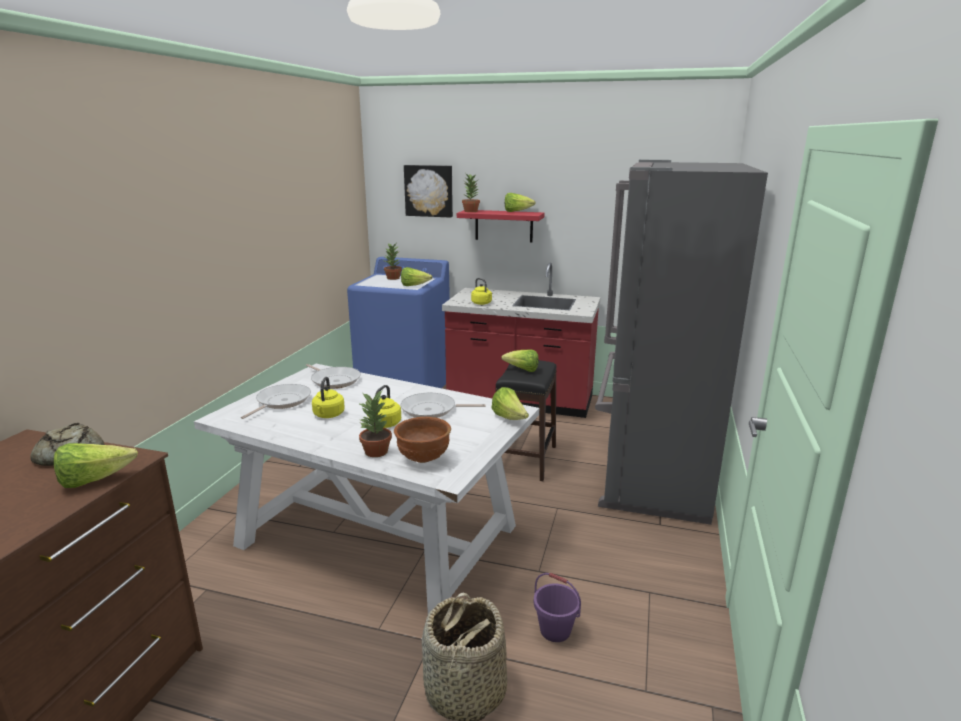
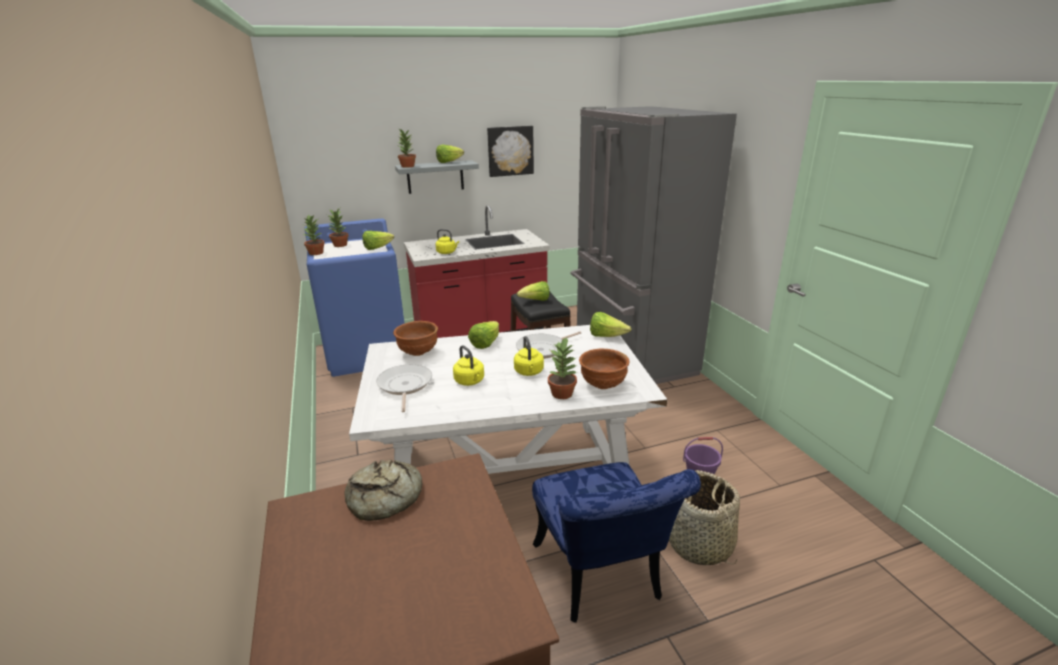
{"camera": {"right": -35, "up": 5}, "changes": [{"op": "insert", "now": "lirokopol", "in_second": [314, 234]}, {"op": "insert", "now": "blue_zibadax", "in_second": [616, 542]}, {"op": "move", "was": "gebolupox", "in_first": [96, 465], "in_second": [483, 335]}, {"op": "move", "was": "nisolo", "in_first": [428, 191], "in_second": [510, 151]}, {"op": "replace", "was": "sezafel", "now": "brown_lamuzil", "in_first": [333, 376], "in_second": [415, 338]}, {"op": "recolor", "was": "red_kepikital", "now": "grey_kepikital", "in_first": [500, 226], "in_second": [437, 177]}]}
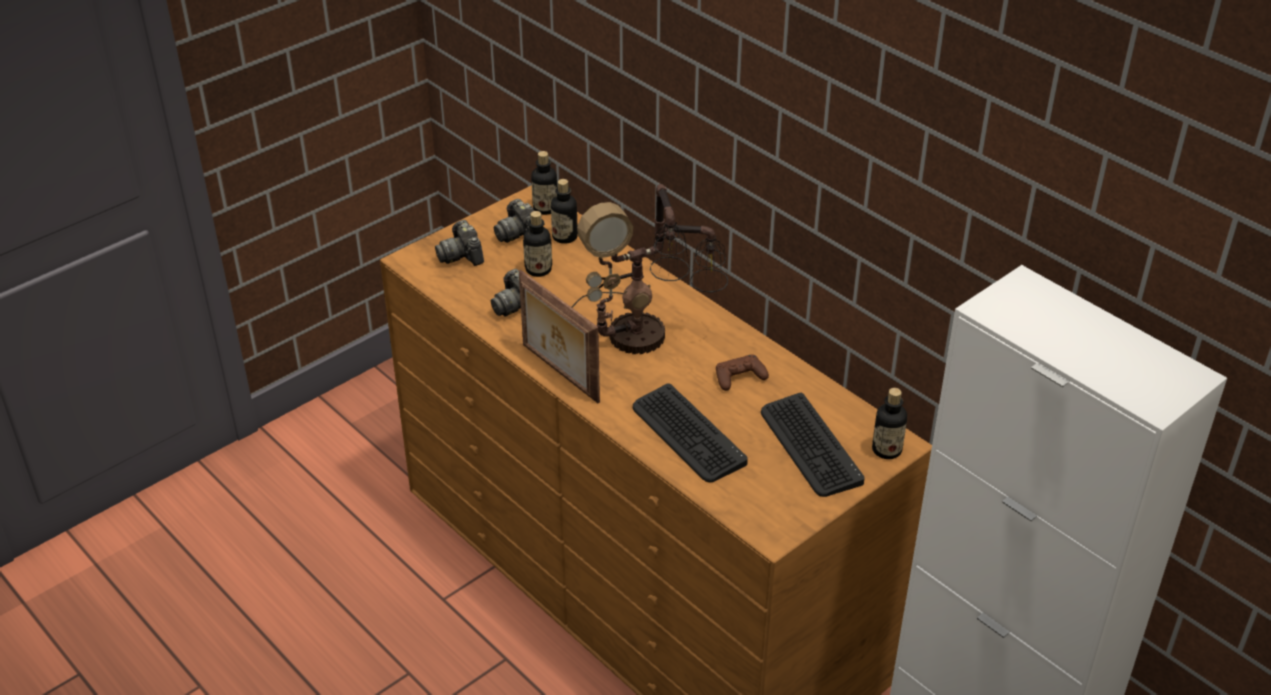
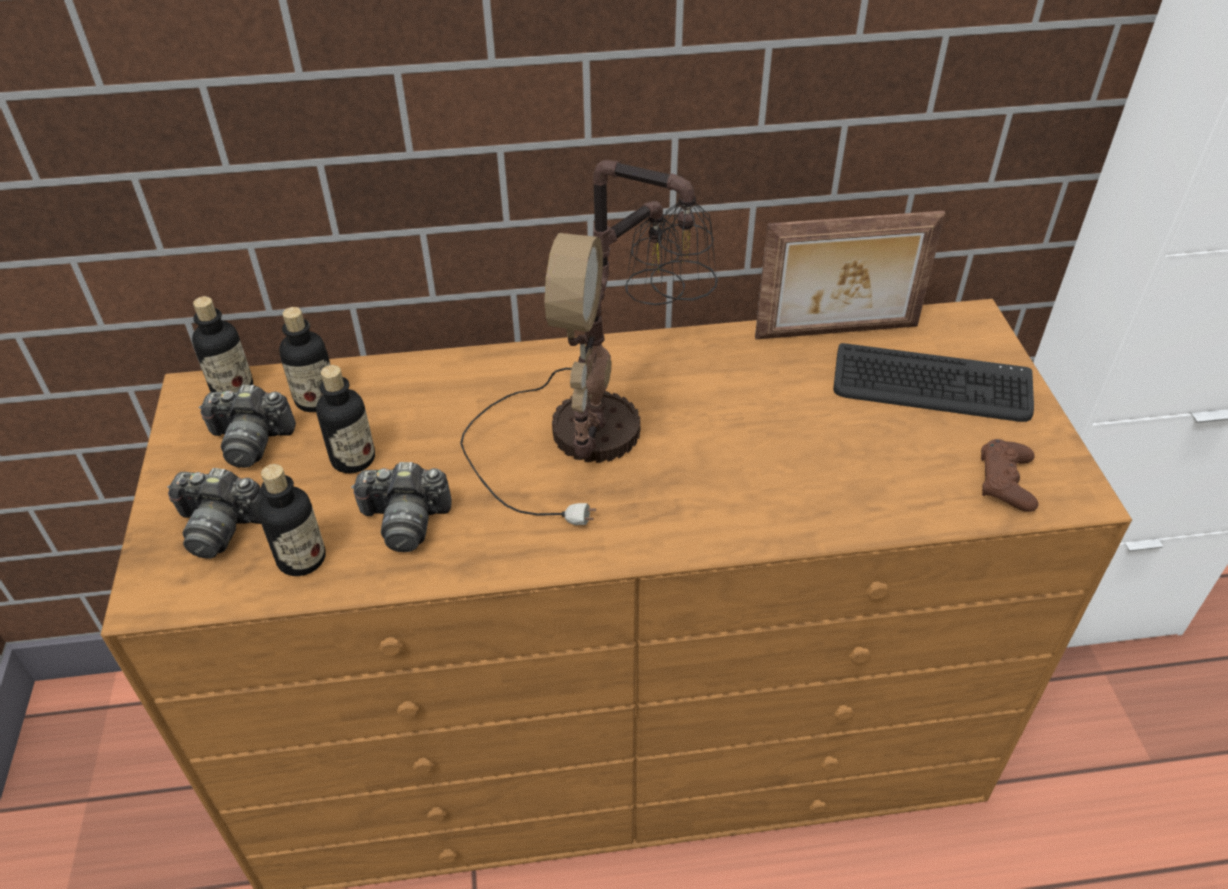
{"camera": {"right": -55, "up": 5}, "changes": [{"op": "delete", "was": "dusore", "in_first": [690, 433]}, {"op": "move", "was": "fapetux", "in_first": [559, 336], "in_second": [850, 275]}, {"op": "move", "was": "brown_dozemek", "in_first": [742, 373], "in_second": [1009, 475]}, {"op": "move", "was": "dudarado", "in_first": [889, 423], "in_second": [292, 520]}]}
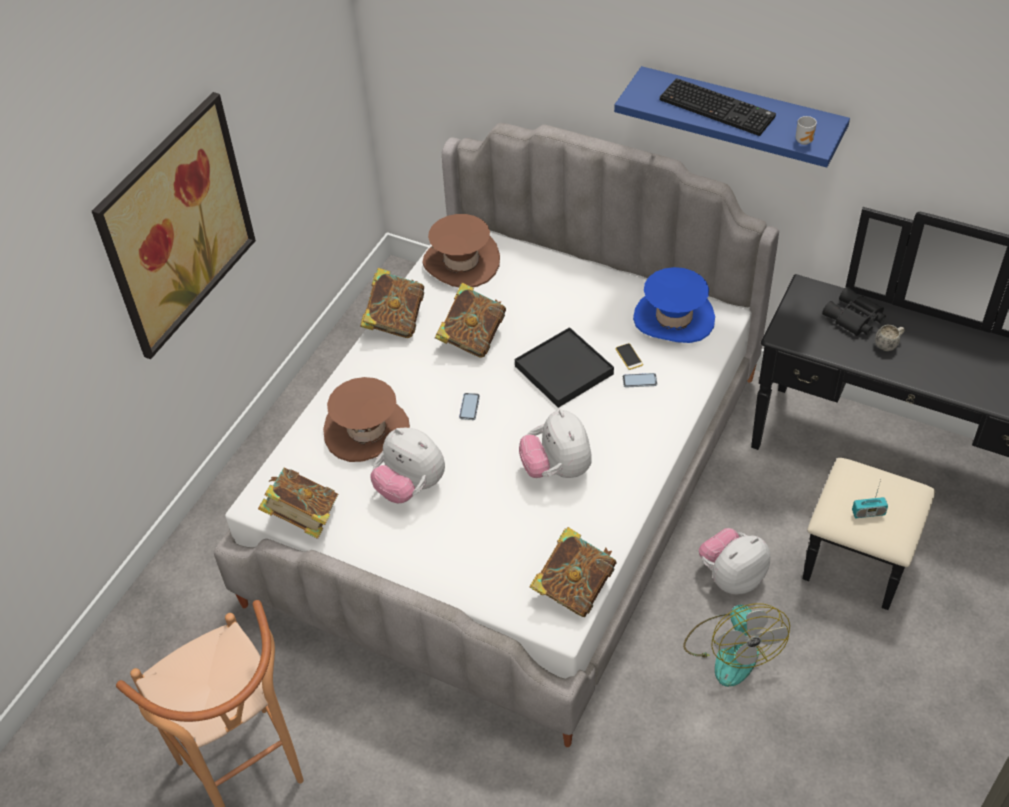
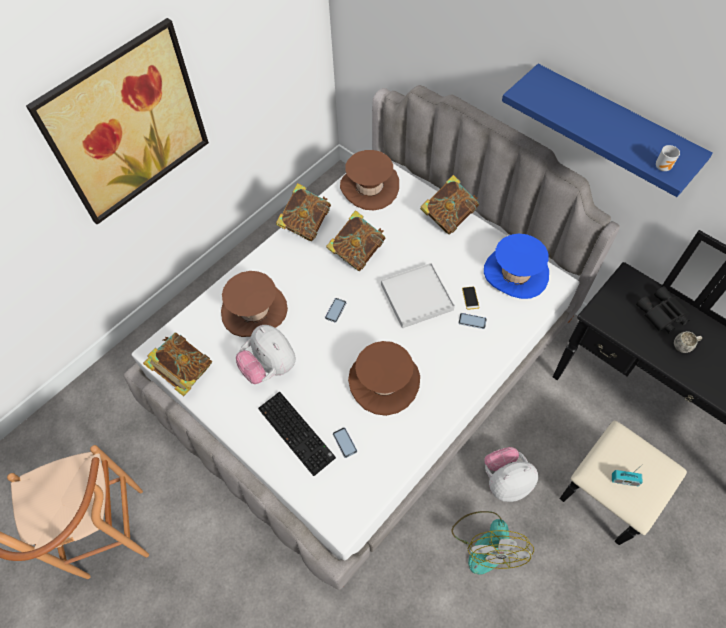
{"camera": {"right": 15, "up": 10}, "changes": [{"op": "insert", "now": "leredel", "in_second": [345, 442]}, {"op": "move", "was": "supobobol", "in_first": [573, 572], "in_second": [449, 204]}, {"op": "move", "was": "dusore", "in_first": [718, 107], "in_second": [297, 434]}, {"op": "replace", "was": "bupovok", "now": "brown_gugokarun", "in_first": [555, 443], "in_second": [384, 378]}, {"op": "recolor", "was": "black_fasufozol", "now": "white_fasufozol", "in_first": [564, 367], "in_second": [418, 295]}]}
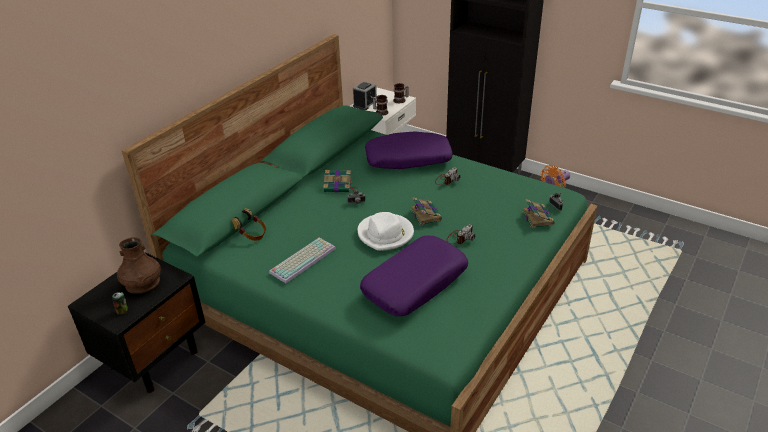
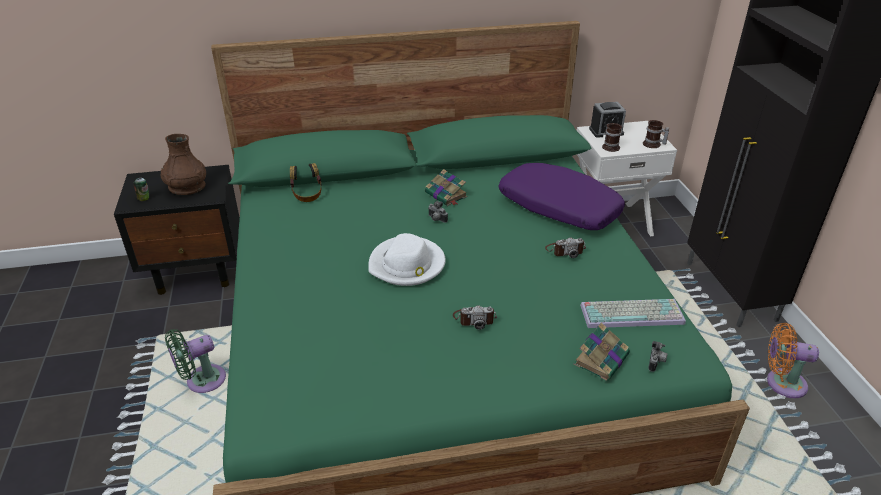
{"camera": {"right": 45, "up": 0}, "changes": [{"op": "delete", "was": "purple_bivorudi", "in_first": [414, 276]}, {"op": "delete", "was": "supobobol", "in_first": [426, 211]}, {"op": "insert", "now": "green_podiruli", "in_second": [195, 361]}, {"op": "move", "was": "dusore", "in_first": [302, 260], "in_second": [633, 313]}]}
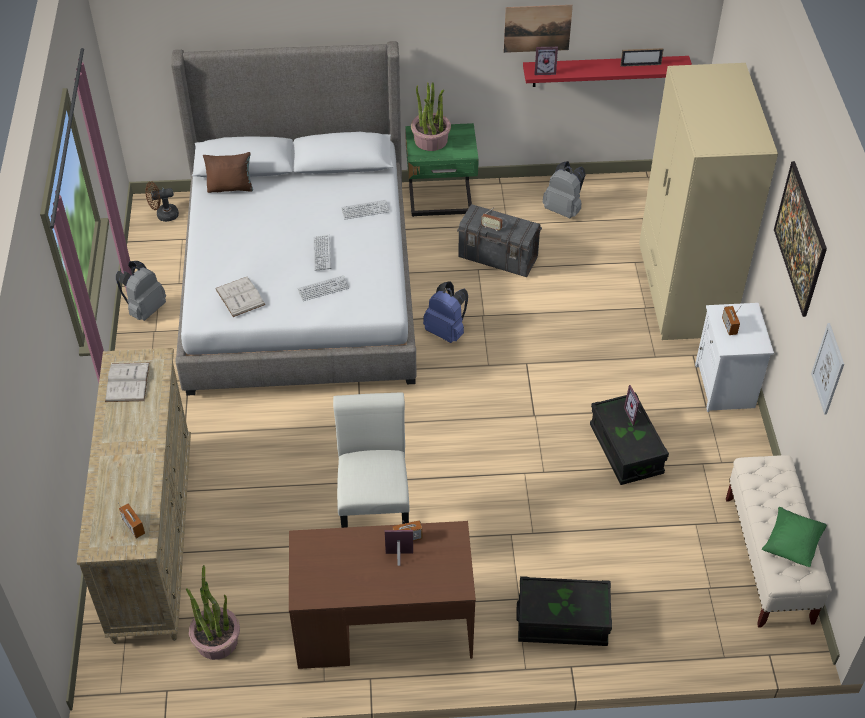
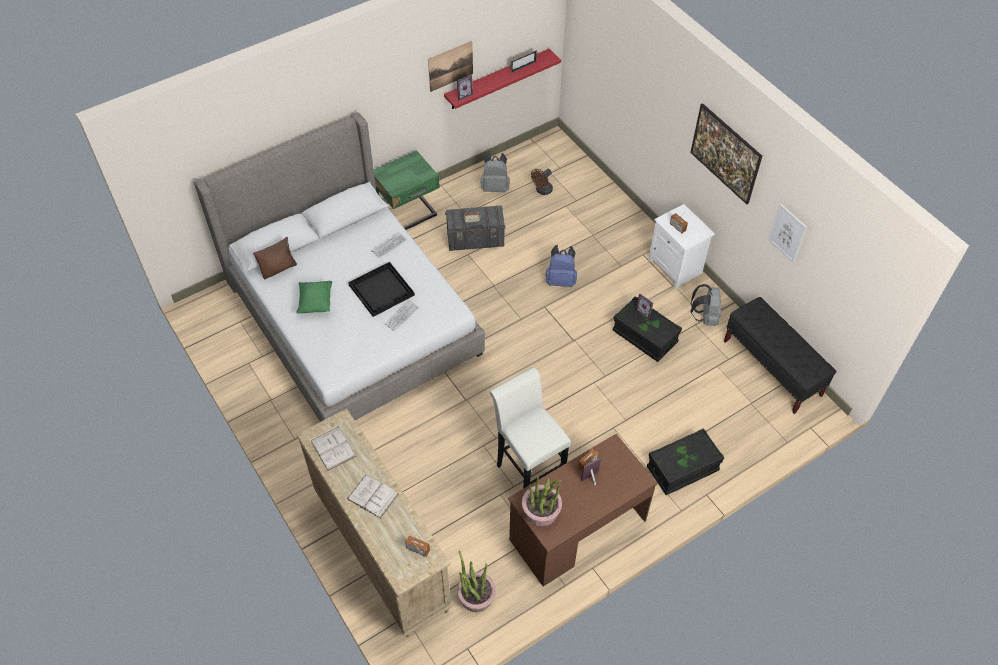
{"camera": {"right": -30, "up": 5}, "changes": [{"op": "delete", "was": "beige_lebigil", "in_first": [708, 201]}, {"op": "move", "was": "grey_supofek", "in_first": [141, 291], "in_second": [705, 305]}, {"op": "move", "was": "brown_podiruli", "in_first": [162, 201], "in_second": [542, 182]}, {"op": "move", "was": "white_supobobol", "in_first": [240, 297], "in_second": [373, 497]}, {"op": "move", "was": "lirokopol", "in_first": [431, 116], "in_second": [542, 501]}, {"op": "move", "was": "blue_supofek", "in_first": [445, 312], "in_second": [561, 266]}, {"op": "move", "was": "green_bivorudi", "in_first": [794, 537], "in_second": [314, 297]}, {"op": "replace", "was": "dusore", "now": "black_fasufozol", "in_first": [322, 253], "in_second": [381, 289]}, {"op": "recolor", "was": "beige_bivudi", "now": "black_bivudi", "in_first": [779, 541], "in_second": [780, 355]}]}
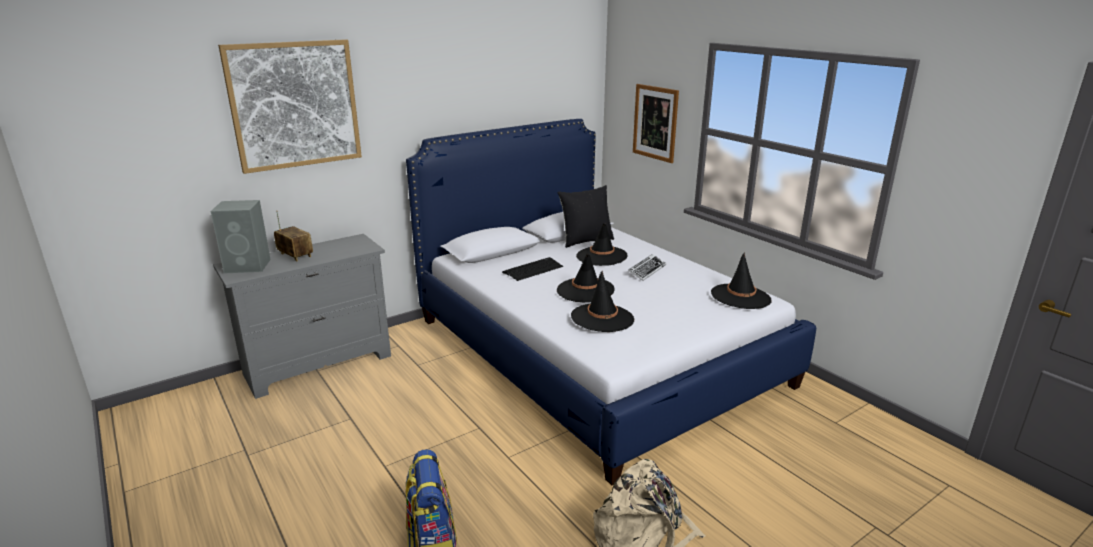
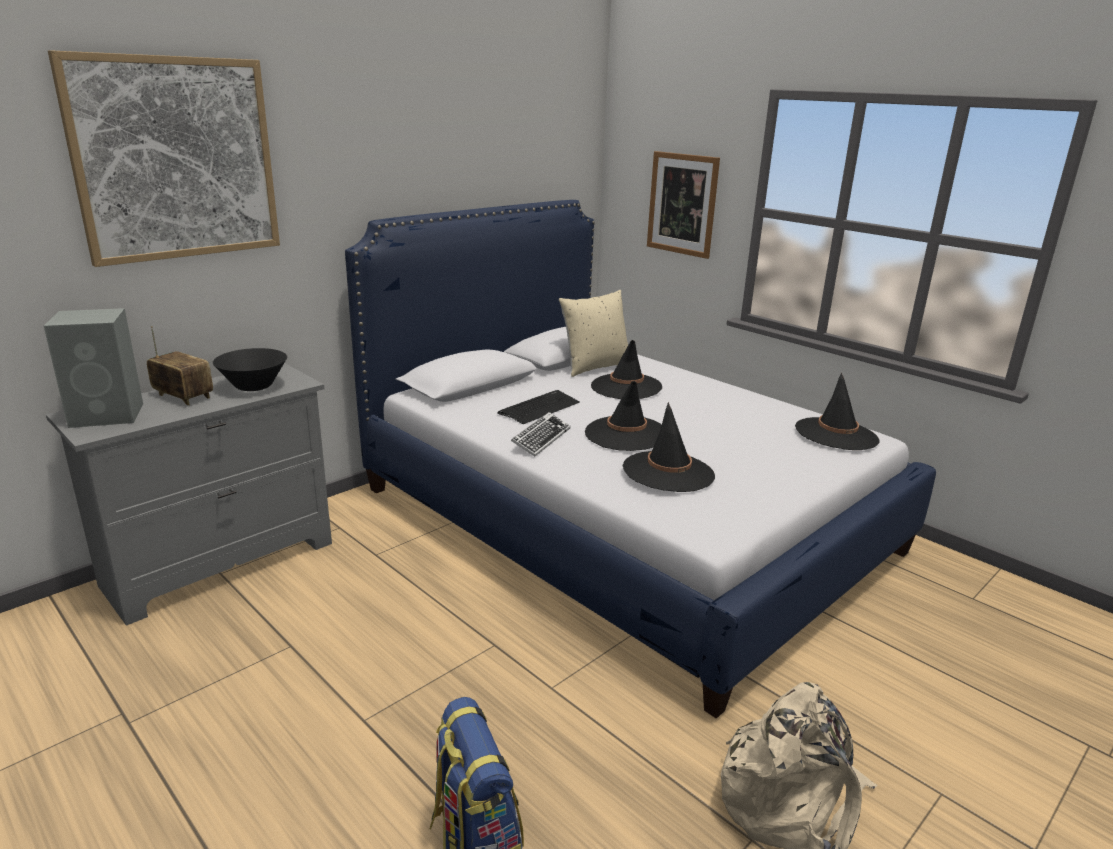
{"camera": {"right": -10, "up": 0}, "changes": [{"op": "insert", "now": "black_lamuzil", "in_second": [250, 369]}, {"op": "move", "was": "dusore", "in_first": [647, 267], "in_second": [541, 434]}, {"op": "recolor", "was": "black_bivorudi", "now": "beige_bivorudi", "in_first": [585, 216], "in_second": [593, 333]}]}
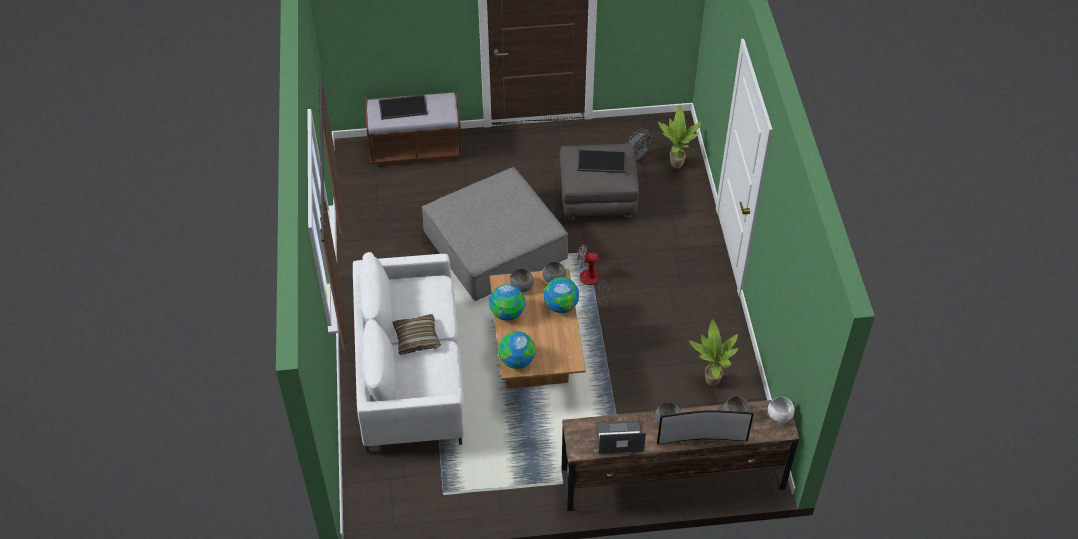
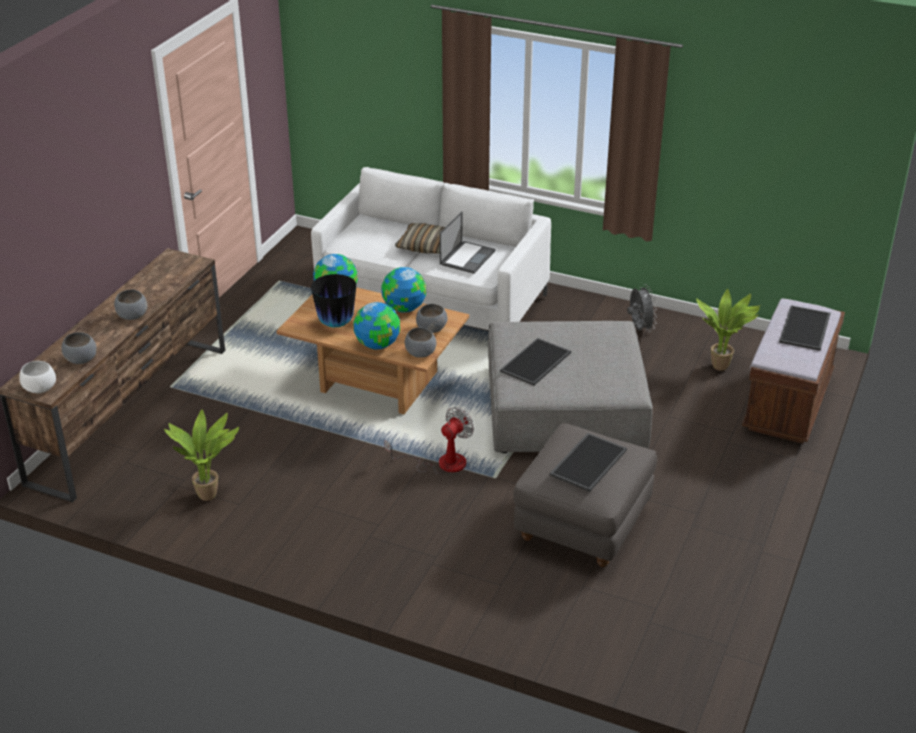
{"camera": {"right": 120, "up": -15}, "changes": [{"op": "delete", "was": "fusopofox", "in_first": [705, 427]}, {"op": "insert", "now": "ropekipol", "in_second": [333, 300]}, {"op": "insert", "now": "fasufozol", "in_second": [535, 361]}, {"op": "move", "was": "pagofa", "in_first": [621, 437], "in_second": [467, 242]}, {"op": "move", "was": "grey_podiruli", "in_first": [639, 144], "in_second": [642, 308]}, {"op": "move", "was": "lirokopol", "in_first": [679, 137], "in_second": [728, 330]}]}
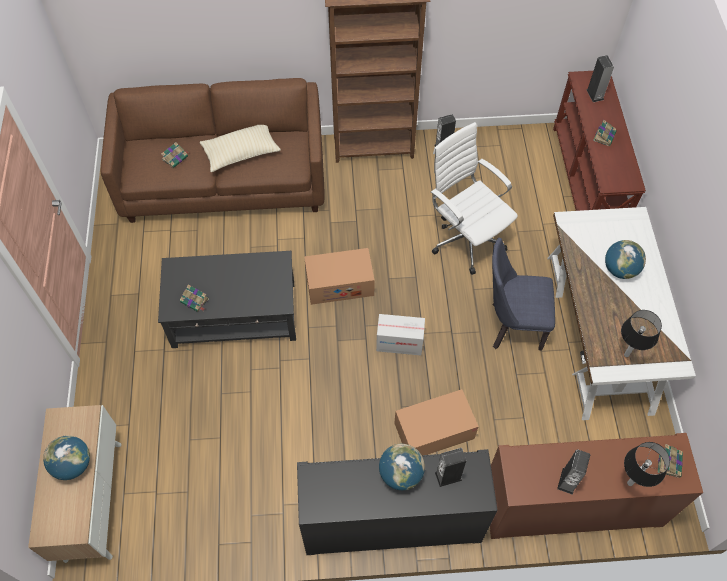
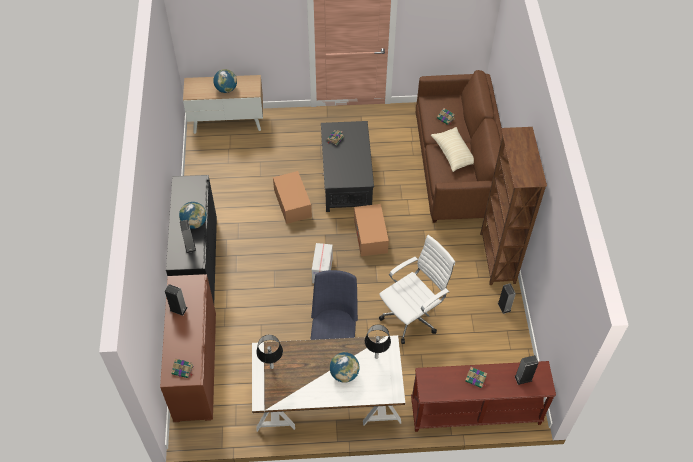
{"camera": {"right": 90, "up": -5}, "changes": [{"op": "move", "was": "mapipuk", "in_first": [436, 422], "in_second": [292, 197]}, {"op": "move", "was": "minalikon", "in_first": [647, 464], "in_second": [378, 341]}]}
